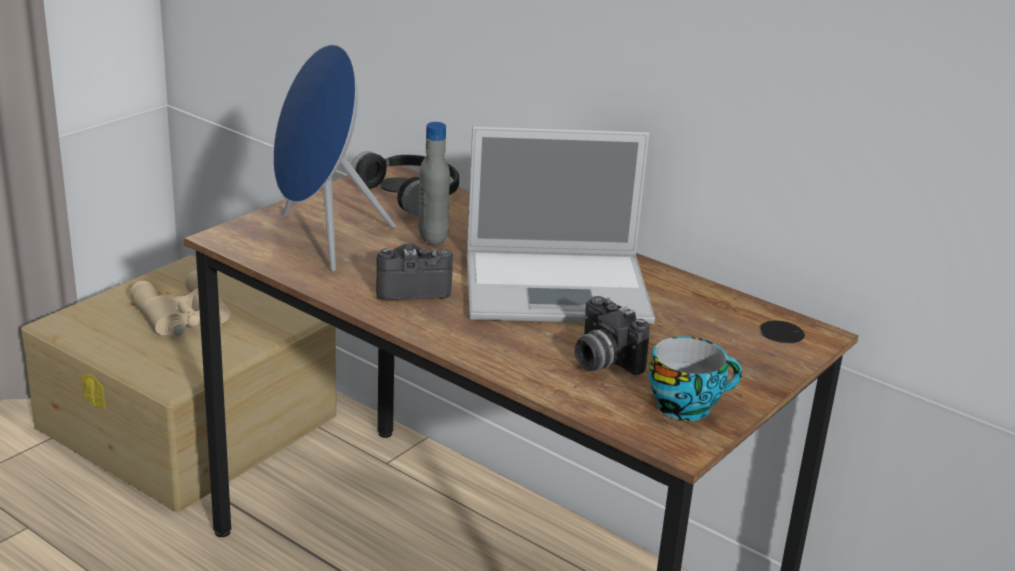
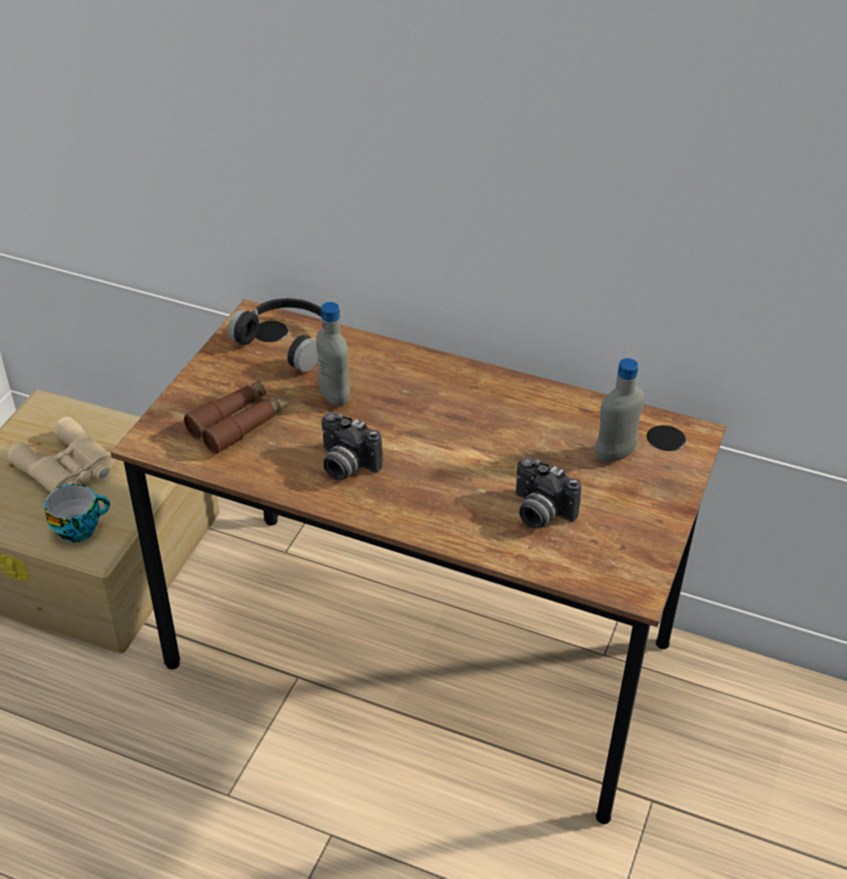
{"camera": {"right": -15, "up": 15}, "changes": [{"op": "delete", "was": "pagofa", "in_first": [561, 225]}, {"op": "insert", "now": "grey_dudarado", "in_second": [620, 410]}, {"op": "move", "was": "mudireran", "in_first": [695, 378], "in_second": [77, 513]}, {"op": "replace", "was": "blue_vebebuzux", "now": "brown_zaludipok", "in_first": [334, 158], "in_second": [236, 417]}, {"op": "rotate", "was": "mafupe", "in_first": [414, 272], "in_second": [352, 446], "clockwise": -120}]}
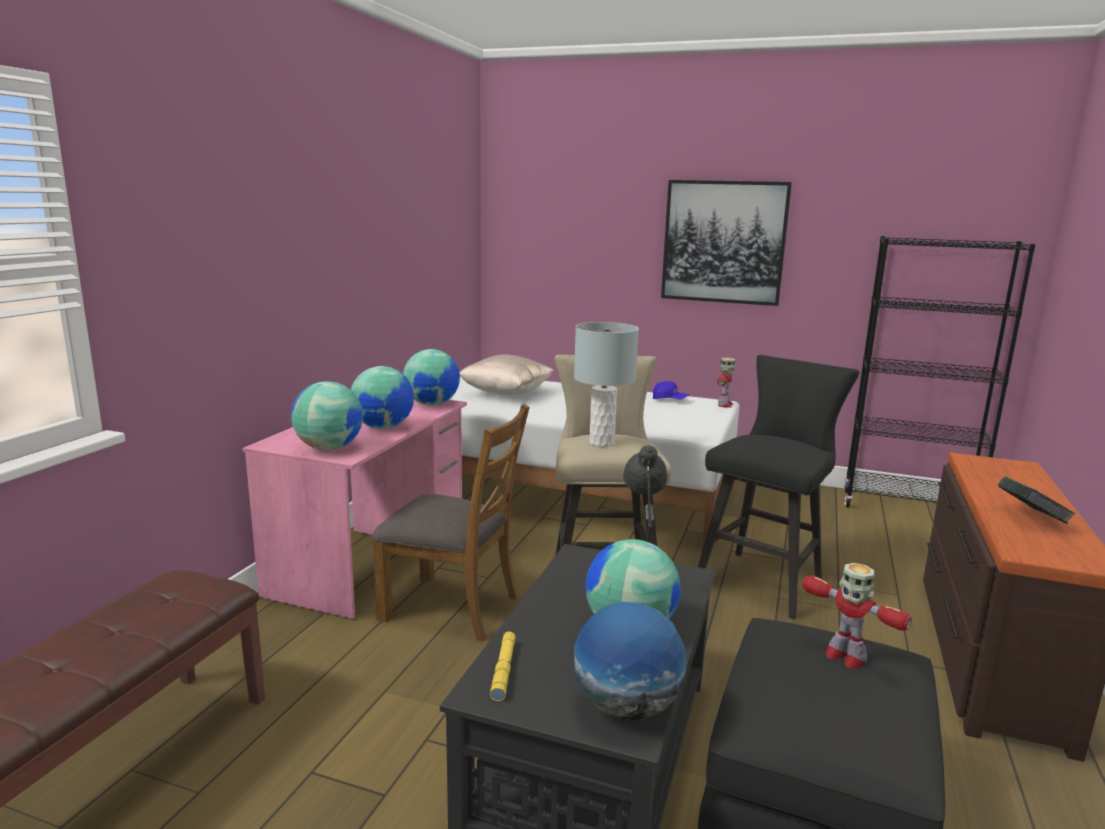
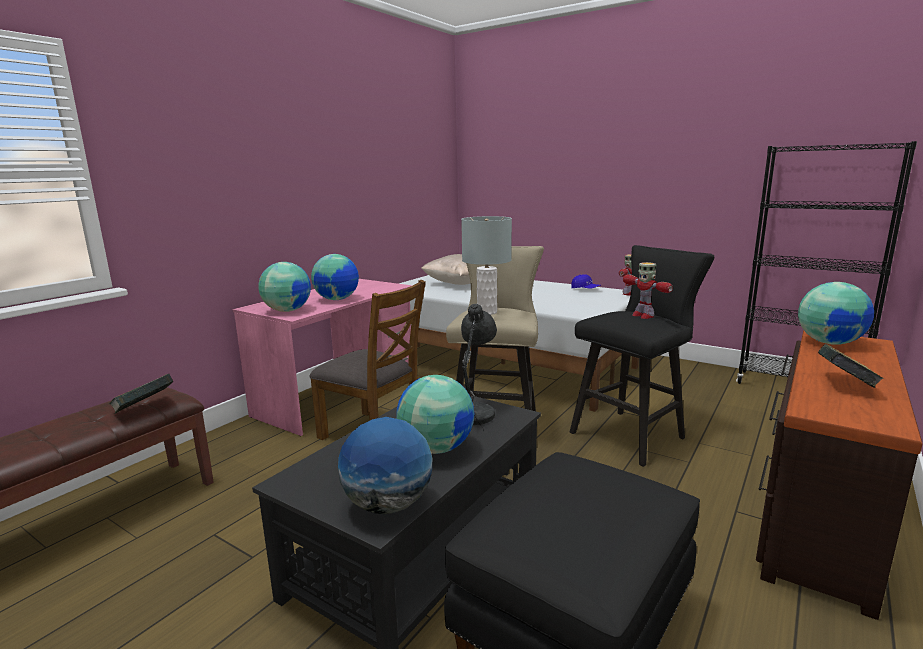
{"camera": {"right": 15, "up": 0}, "changes": [{"op": "delete", "was": "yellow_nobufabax", "in_first": [503, 666]}, {"op": "delete", "was": "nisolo", "in_first": [726, 243]}, {"op": "insert", "now": "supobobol", "in_second": [141, 394]}, {"op": "move", "was": "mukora", "in_first": [431, 377], "in_second": [836, 313]}, {"op": "move", "was": "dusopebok", "in_first": [857, 615], "in_second": [648, 290]}]}
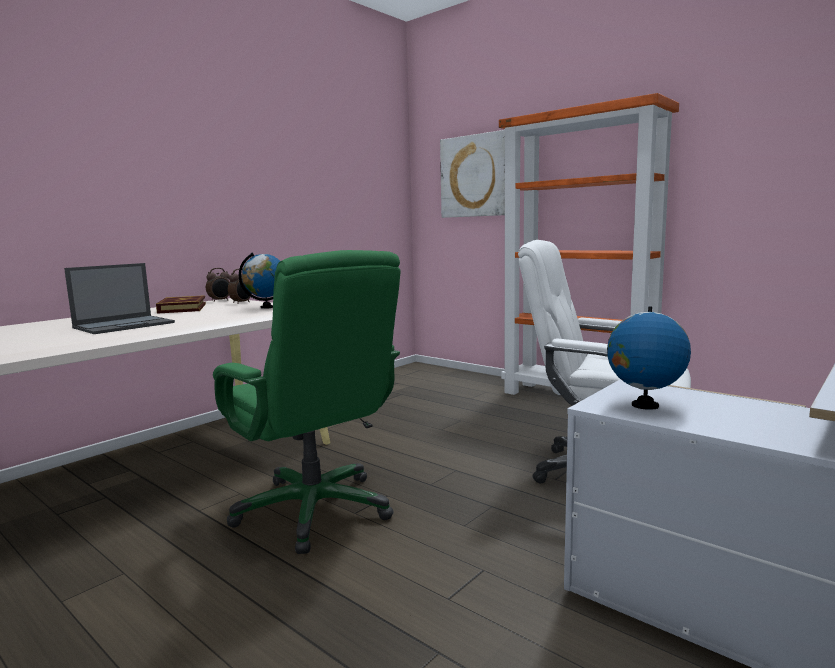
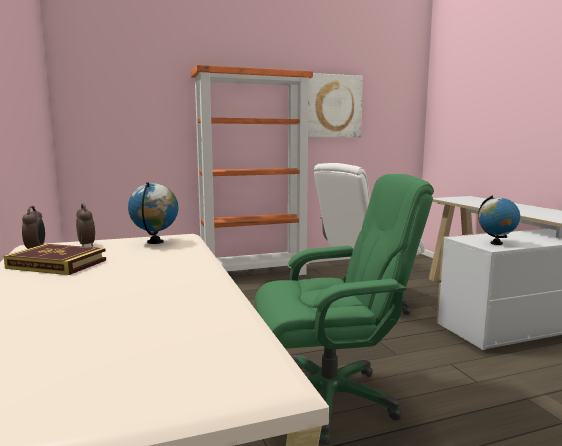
{"camera": {"right": -60, "up": 0}, "changes": [{"op": "delete", "was": "pagofa", "in_first": [119, 298]}, {"op": "move", "was": "nisolo", "in_first": [472, 174], "in_second": [335, 105]}]}
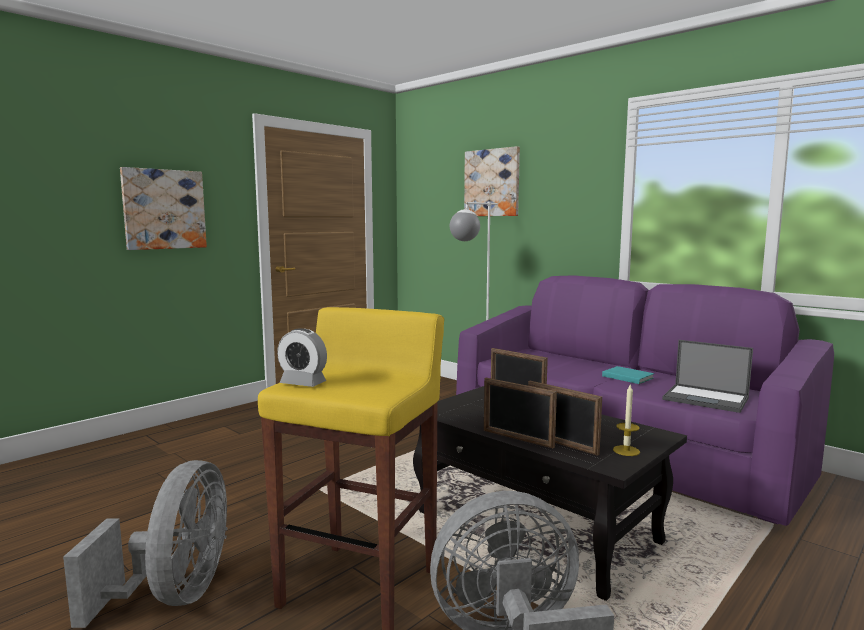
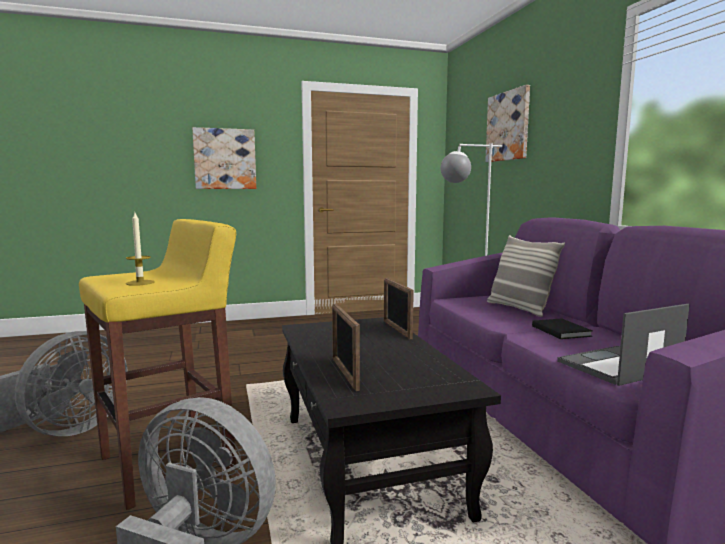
{"camera": {"right": 30, "up": 0}, "changes": [{"op": "delete", "was": "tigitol", "in_first": [302, 358]}, {"op": "delete", "was": "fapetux", "in_first": [520, 413]}, {"op": "insert", "now": "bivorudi", "in_second": [526, 276]}, {"op": "move", "was": "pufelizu", "in_first": [626, 420], "in_second": [140, 249]}, {"op": "recolor", "was": "turquoise_supobobol", "now": "black_supobobol", "in_first": [628, 375], "in_second": [562, 329]}, {"op": "rotate", "was": "pagofa", "in_first": [707, 376], "in_second": [623, 345], "clockwise": 90}]}
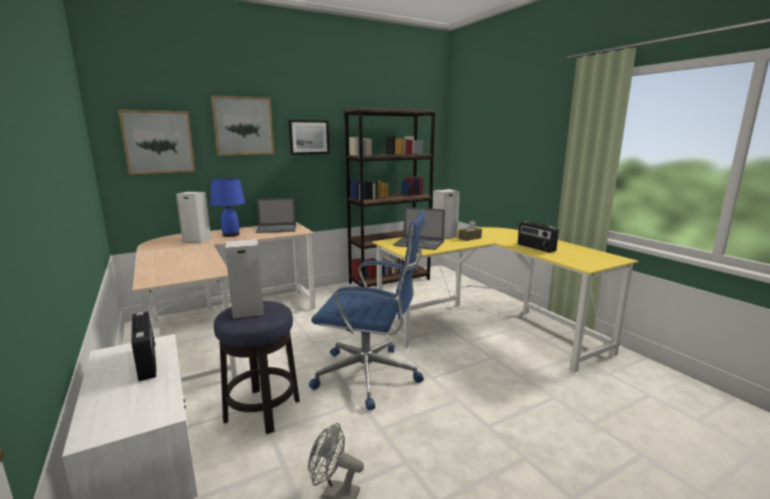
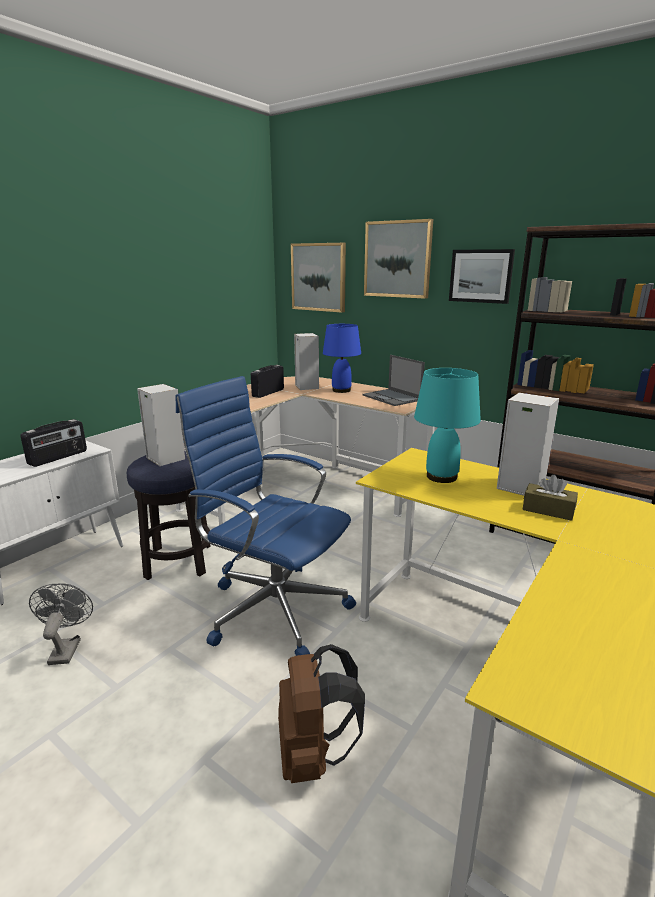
{"camera": {"right": 65, "up": 5}, "changes": [{"op": "insert", "now": "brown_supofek", "in_second": [321, 713]}, {"op": "move", "was": "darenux", "in_first": [538, 237], "in_second": [267, 381]}, {"op": "replace", "was": "pagofa", "now": "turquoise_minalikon", "in_first": [419, 228], "in_second": [447, 425]}, {"op": "rotate", "was": "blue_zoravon", "in_first": [367, 309], "in_second": [265, 516], "clockwise": 135}]}
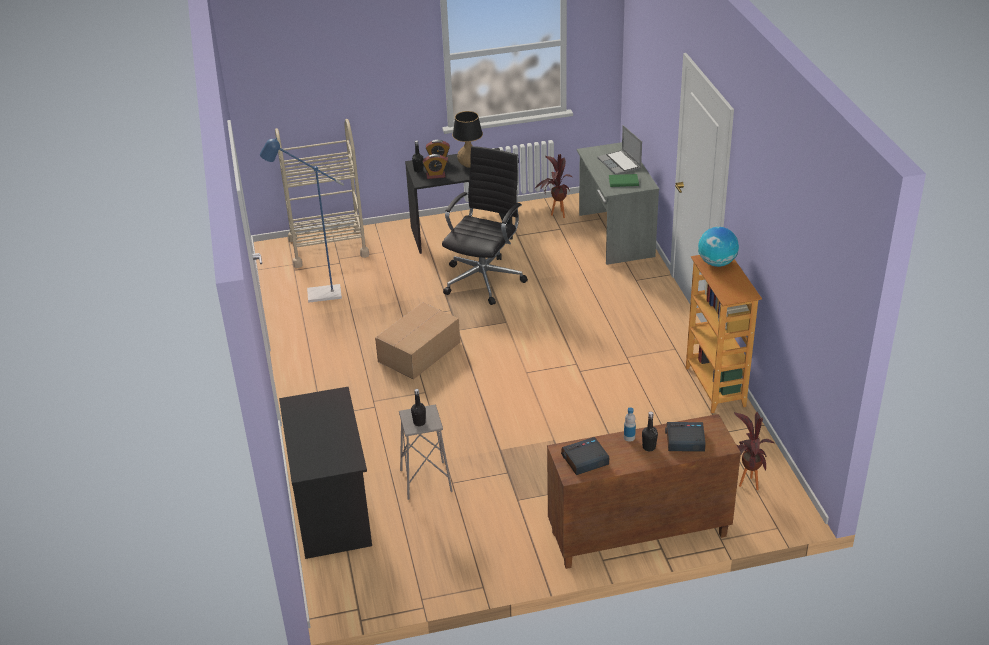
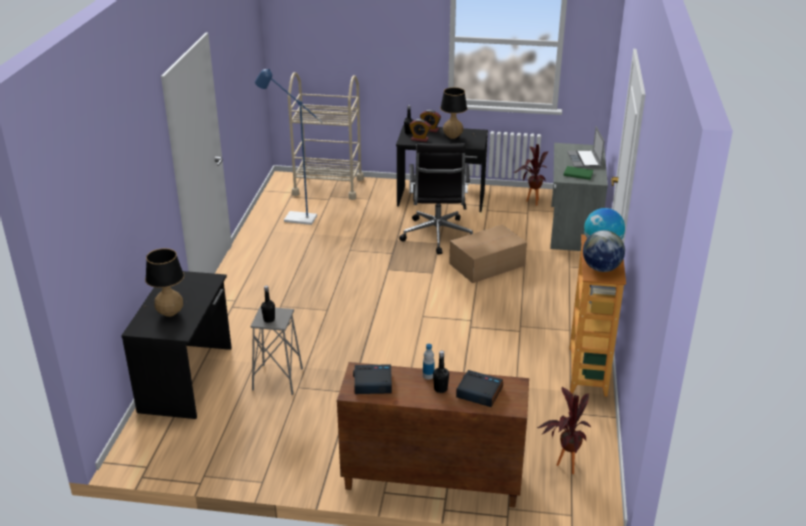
{"camera": {"right": 20, "up": -5}, "changes": [{"op": "insert", "now": "minalikon", "in_second": [164, 282]}, {"op": "insert", "now": "mukora", "in_second": [604, 251]}, {"op": "move", "was": "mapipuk", "in_first": [417, 341], "in_second": [488, 254]}, {"op": "rotate", "was": "black_zoravon", "in_first": [485, 225], "in_second": [436, 198], "clockwise": 135}]}
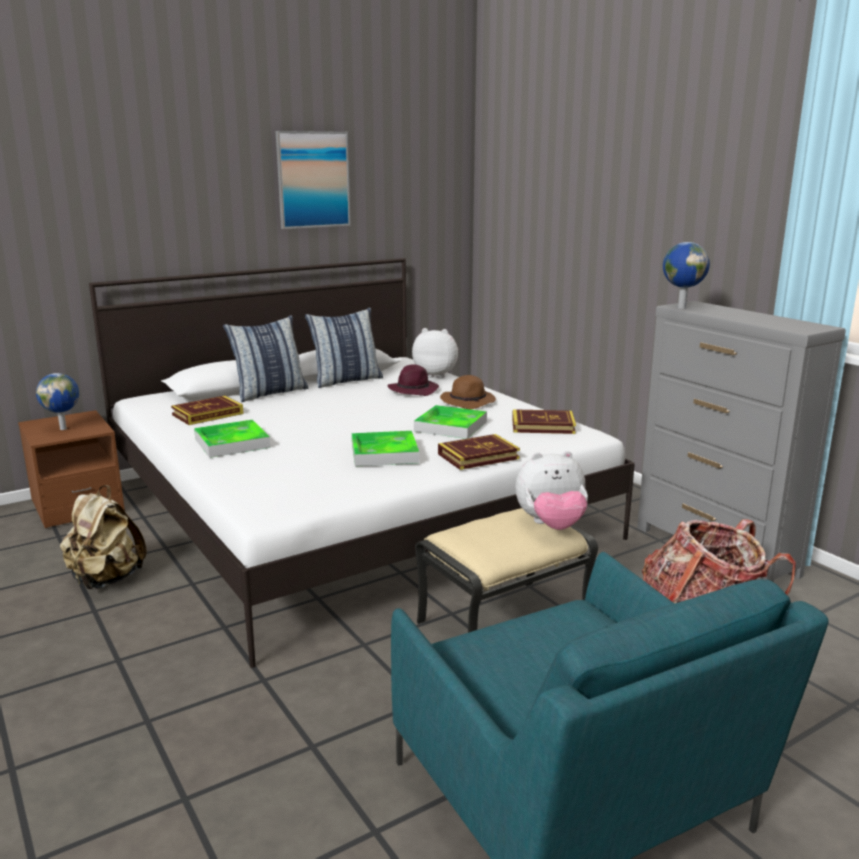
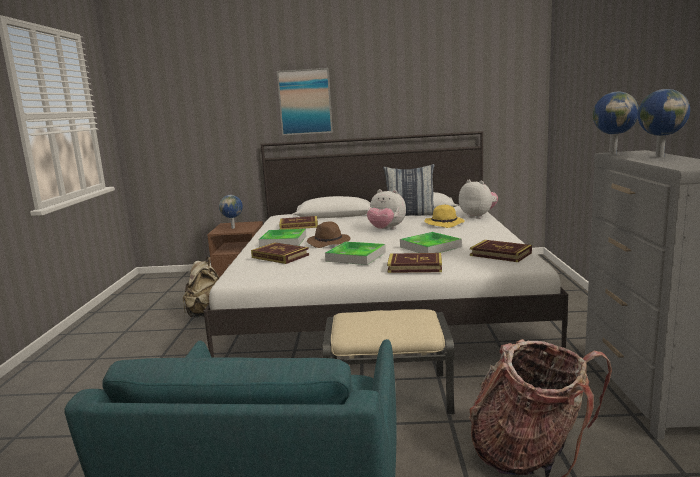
{"camera": {"right": 35, "up": -5}, "changes": [{"op": "delete", "was": "bivorudi", "in_first": [265, 358]}, {"op": "insert", "now": "supobobol", "in_second": [280, 253]}, {"op": "insert", "now": "mukora", "in_second": [664, 123]}, {"op": "move", "was": "nisolo", "in_first": [313, 180], "in_second": [305, 102]}, {"op": "move", "was": "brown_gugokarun", "in_first": [468, 392], "in_second": [328, 234]}, {"op": "move", "was": "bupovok", "in_first": [551, 490], "in_second": [386, 209]}, {"op": "recolor", "was": "purple_gugokarun", "now": "yellow_gugokarun", "in_first": [413, 380], "in_second": [444, 216]}]}
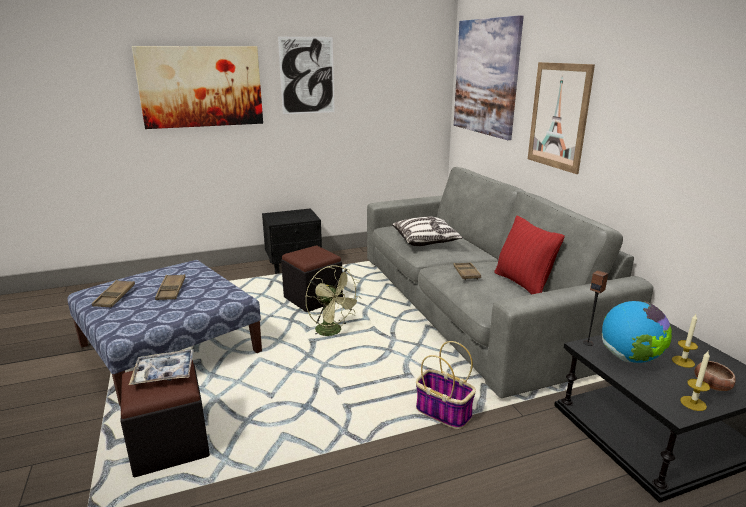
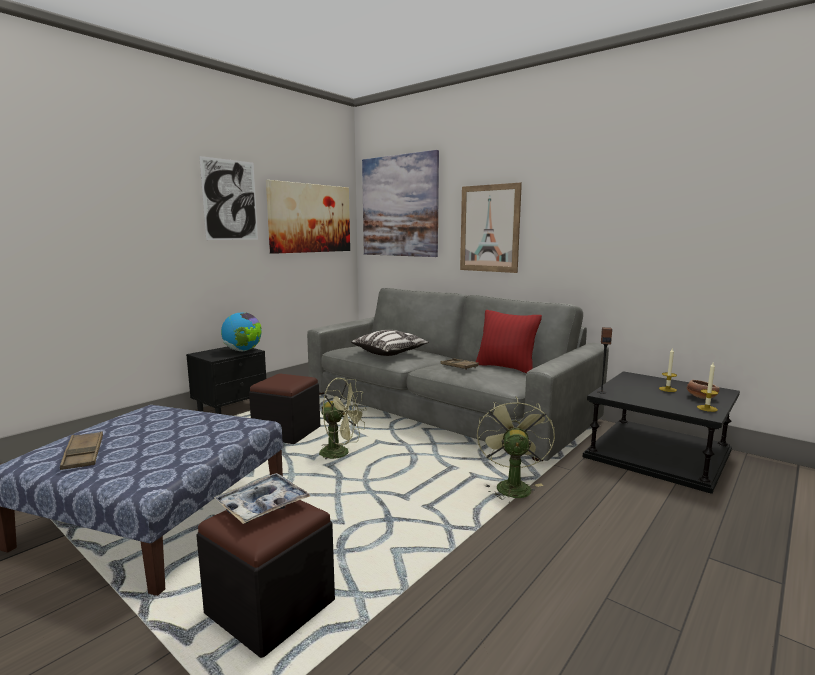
{"camera": {"right": -30, "up": -10}, "changes": [{"op": "delete", "was": "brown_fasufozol", "in_first": [170, 287]}, {"op": "move", "was": "nisolo", "in_first": [197, 87], "in_second": [308, 217]}, {"op": "move", "was": "mukora", "in_first": [637, 332], "in_second": [241, 332]}, {"op": "replace", "was": "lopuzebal", "now": "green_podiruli", "in_first": [446, 385], "in_second": [516, 450]}]}
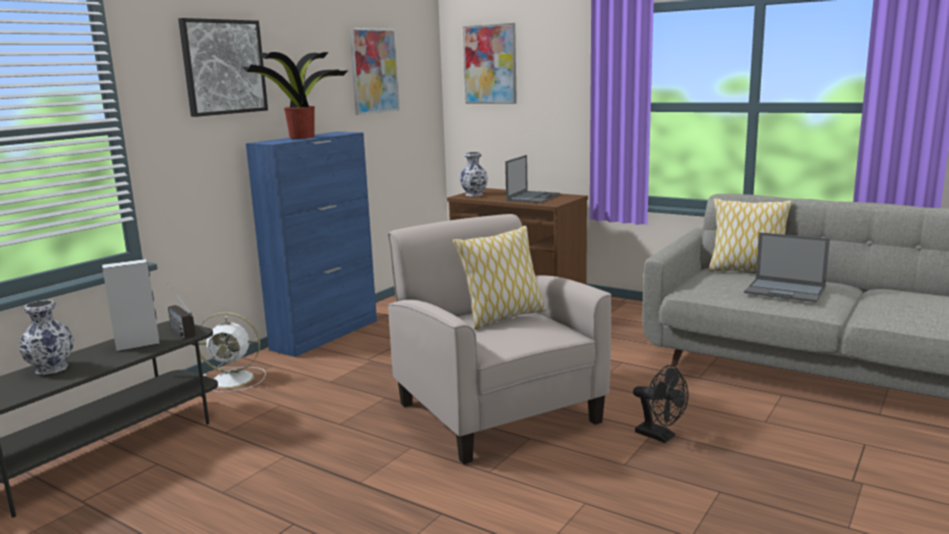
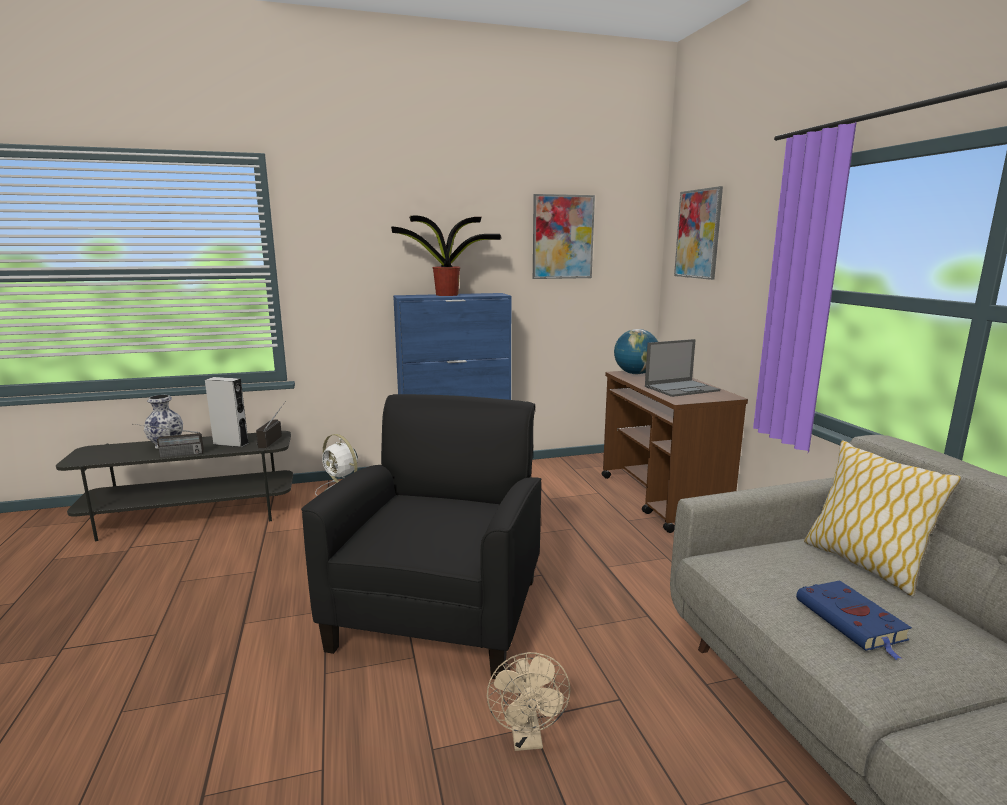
{"camera": {"right": 40, "up": 0}, "changes": [{"op": "delete", "was": "nisolo", "in_first": [223, 67]}, {"op": "delete", "was": "bivorudi", "in_first": [499, 278]}, {"op": "insert", "now": "darenux", "in_second": [168, 441]}, {"op": "replace", "was": "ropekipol", "now": "mukora", "in_first": [474, 174], "in_second": [636, 351]}, {"op": "replace", "was": "pagofa", "now": "blue_supobobol", "in_first": [787, 267], "in_second": [854, 620]}, {"op": "recolor", "was": "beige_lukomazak", "now": "black_lukomazak", "in_first": [500, 339], "in_second": [421, 536]}, {"op": "recolor", "was": "black_podiruli", "now": "beige_podiruli", "in_first": [660, 404], "in_second": [529, 701]}]}
